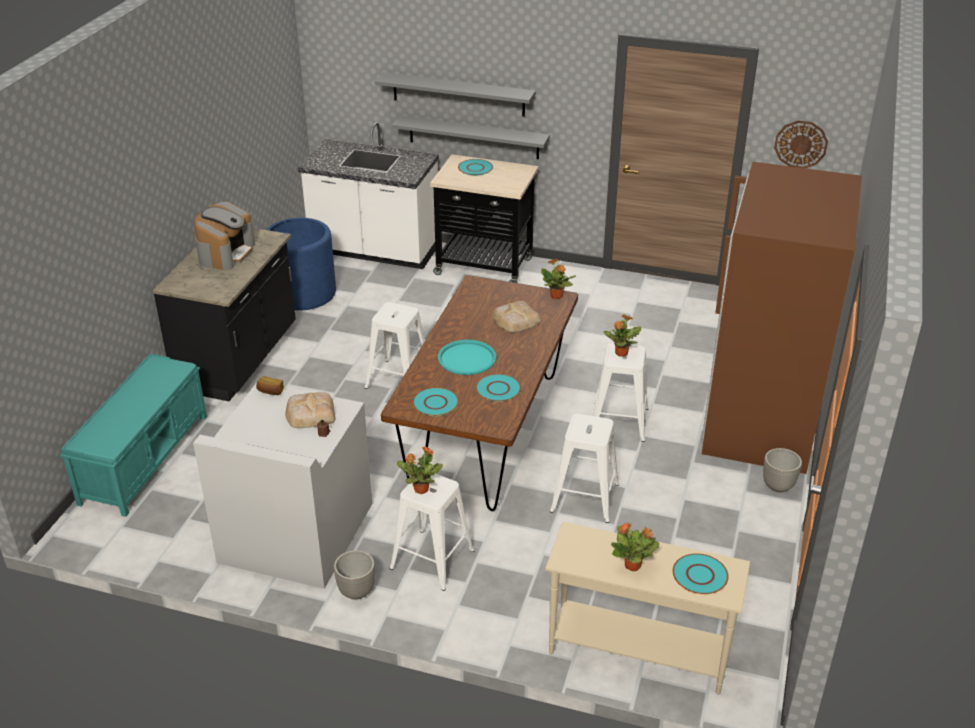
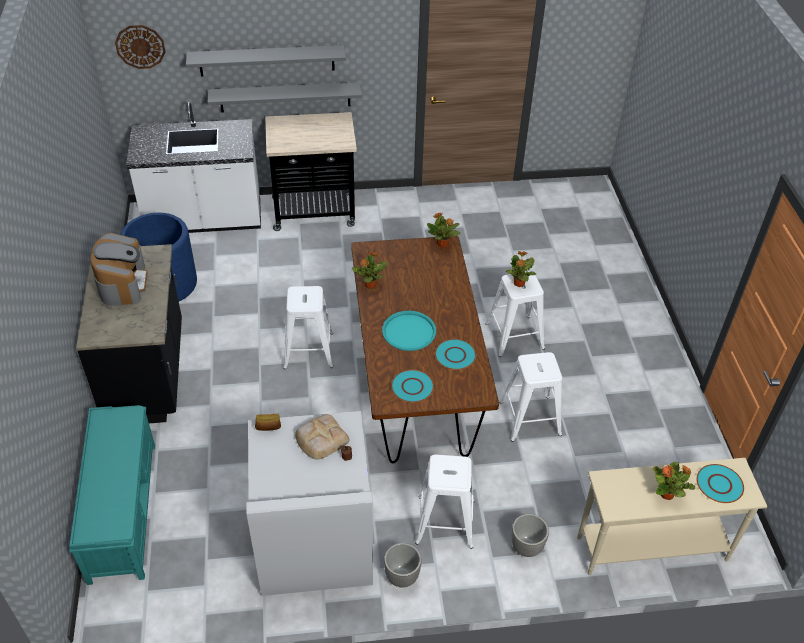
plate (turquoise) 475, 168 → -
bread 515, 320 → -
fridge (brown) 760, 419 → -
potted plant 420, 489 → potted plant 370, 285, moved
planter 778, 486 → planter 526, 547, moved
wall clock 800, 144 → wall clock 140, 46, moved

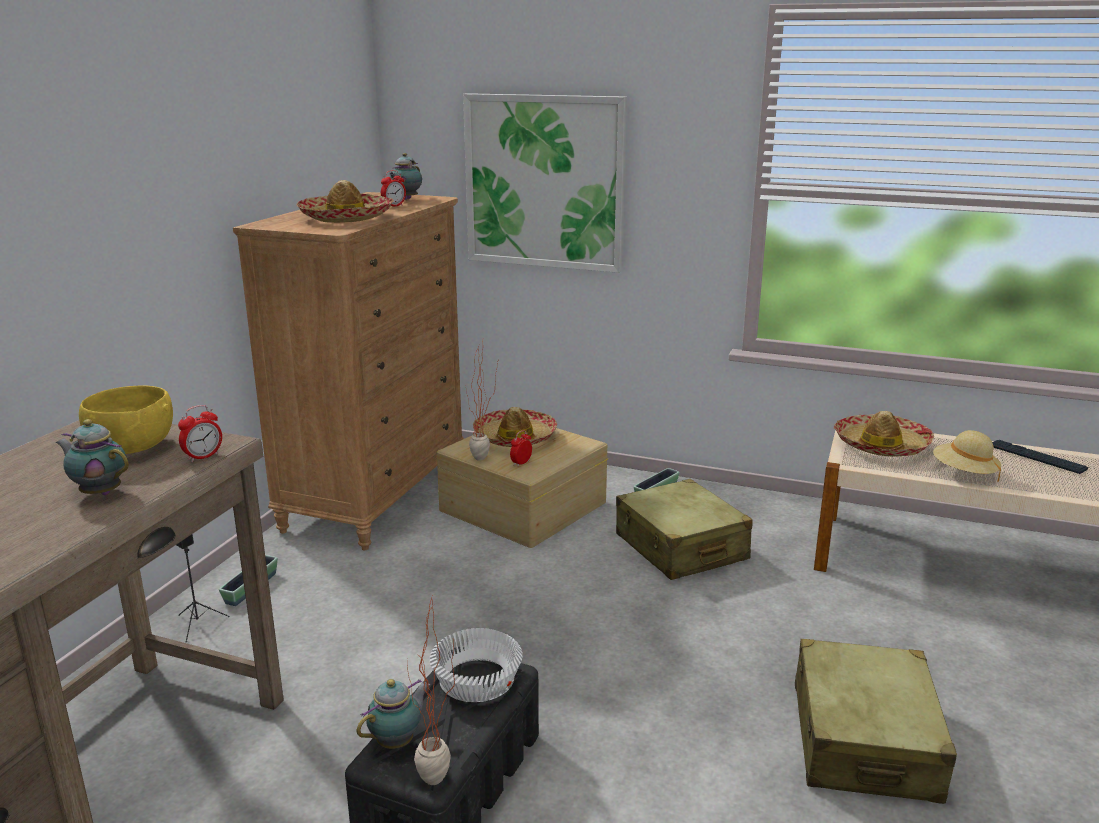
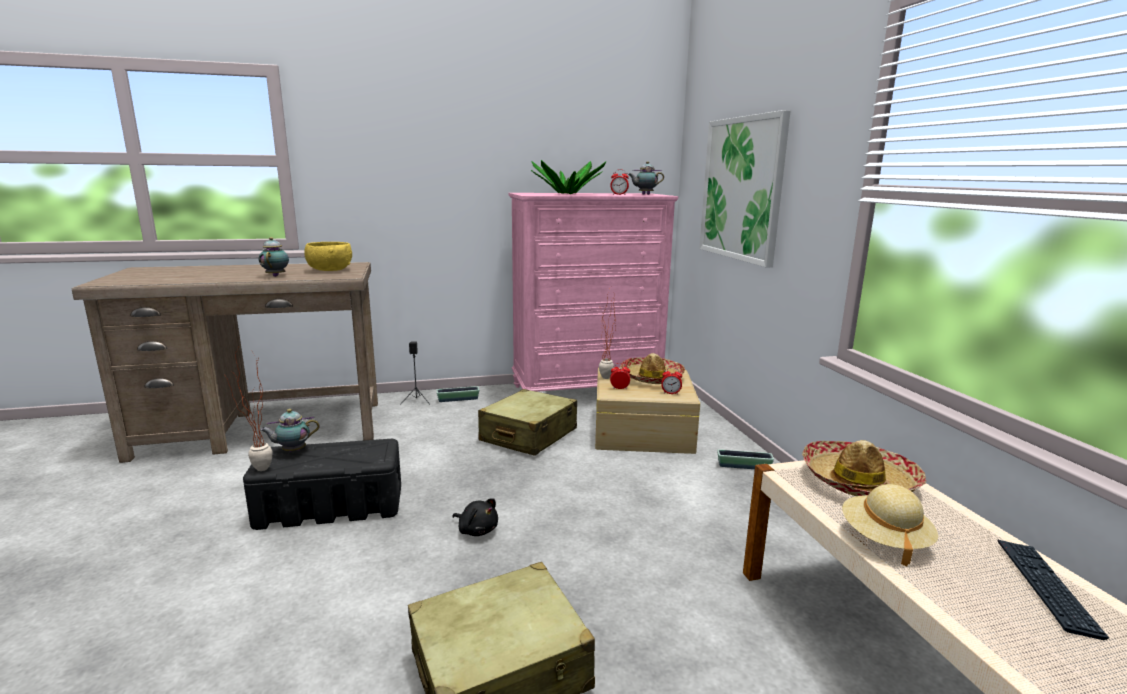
bowl (white) 477, 681 → -
- → plush toy (black) 477, 530
alarm clock 203, 457 → alarm clock 671, 393, moved
suitcase (beige) 680, 547 → suitcase (beige) 528, 436, moved
hat 346, 218 → potted plant 567, 194
dresser (brown) 376, 495 → dresser (pink) 587, 392
teapot 398, 741 → teapot 292, 451, 150 degrees clockwise

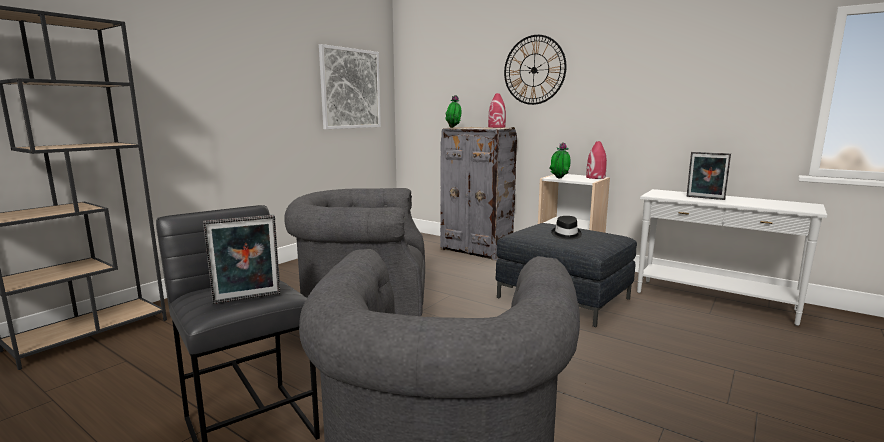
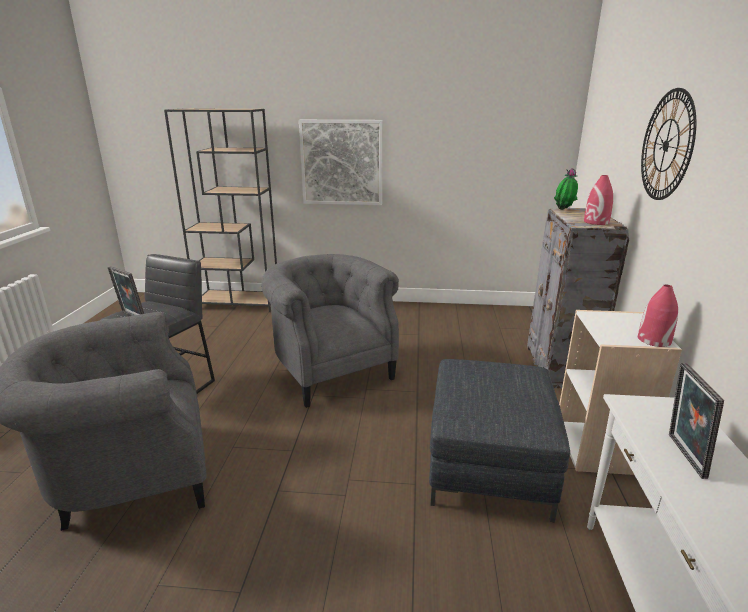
potted plant 559, 178 → -
hat (black) 566, 234 → -
picture 350, 88 → picture 341, 163, moved

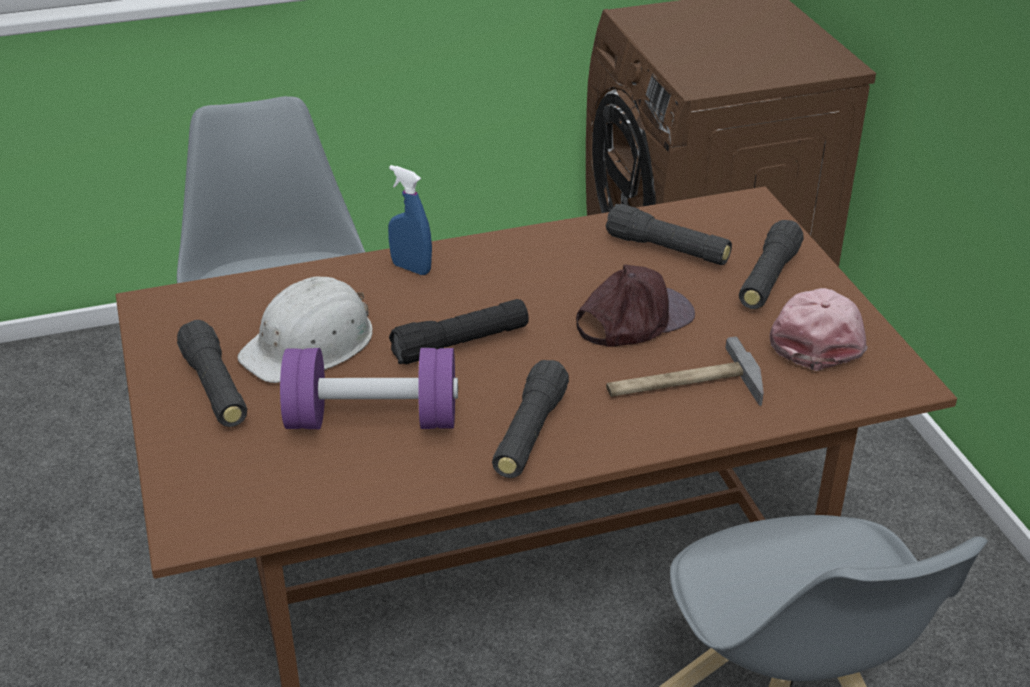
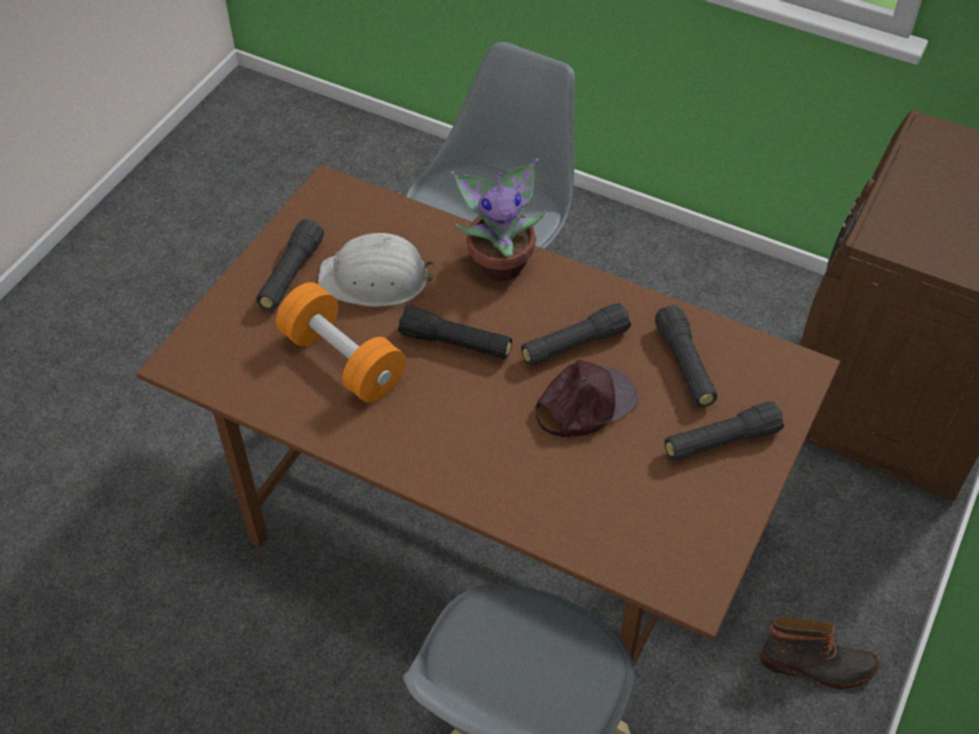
hammer 683, 386 → -
cap (pink) 817, 336 → -
- → boot 817, 666
flashlight (black) 529, 434 → flashlight (black) 574, 345, moved
spray bottle (blue) 411, 268 → potted plant 500, 261
dumbbell (purple) 372, 419 → dumbbell (orange) 343, 360
cap (brown) 633, 318 → cap (brown) 585, 404, 45 degrees counterclockwise

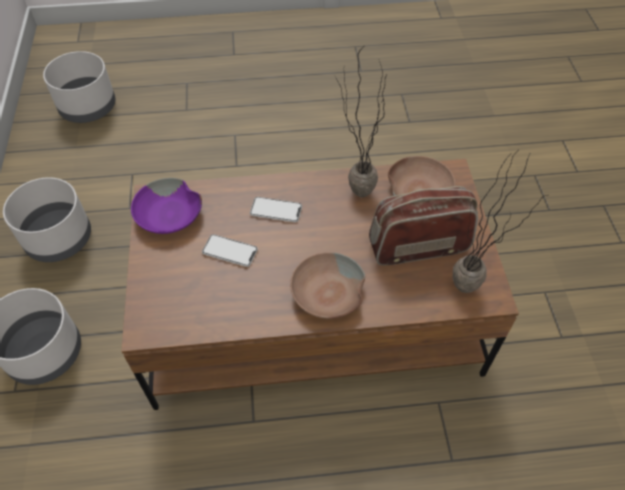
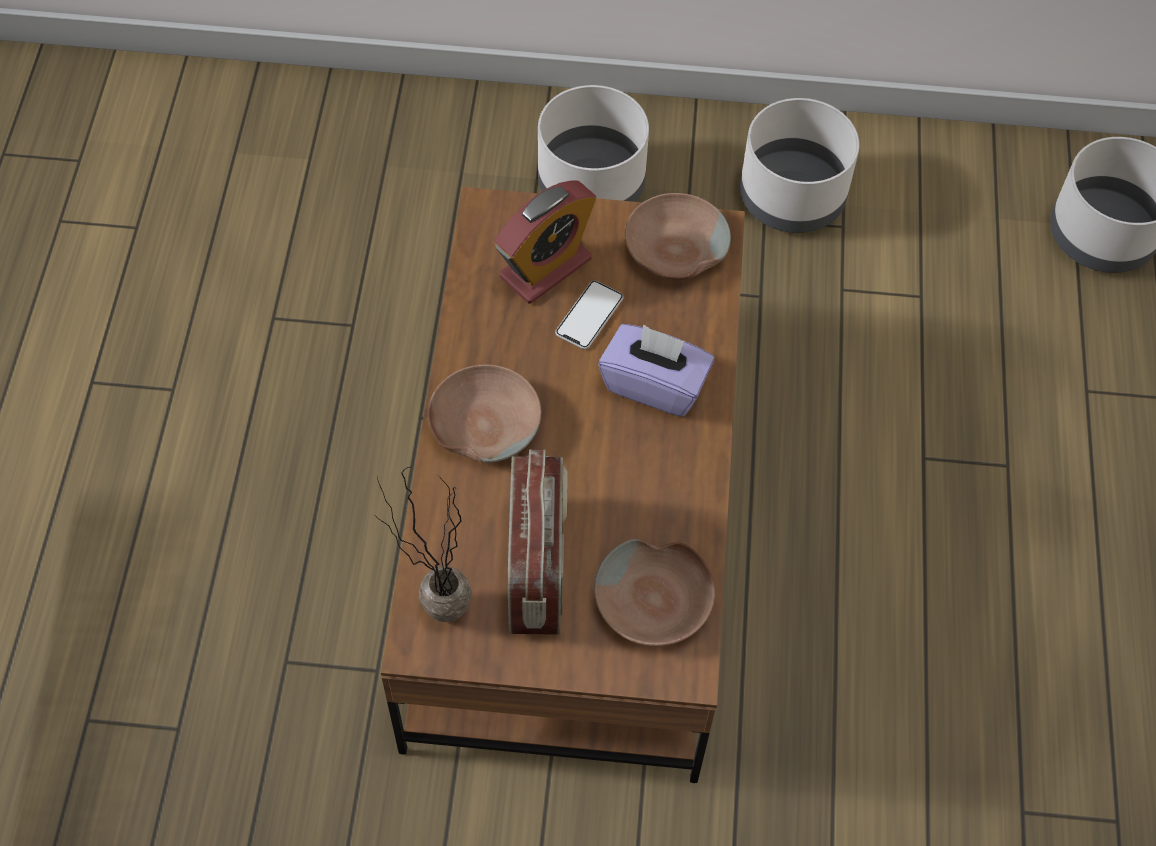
potted plant 352, 191 → -
- → alarm clock 545, 268
phone 276, 210 → tissue box (purple) 654, 385
bowl (purple) 169, 215 → bowl (brown) 673, 249

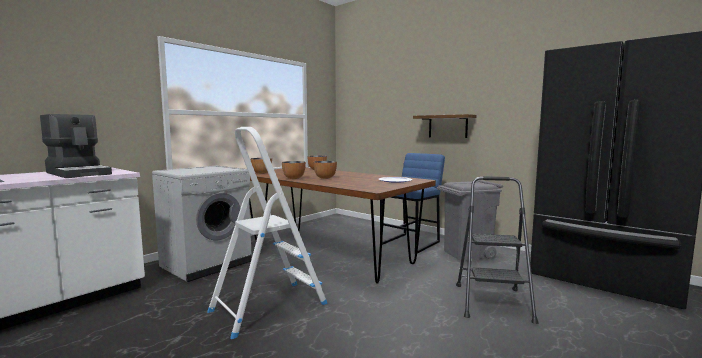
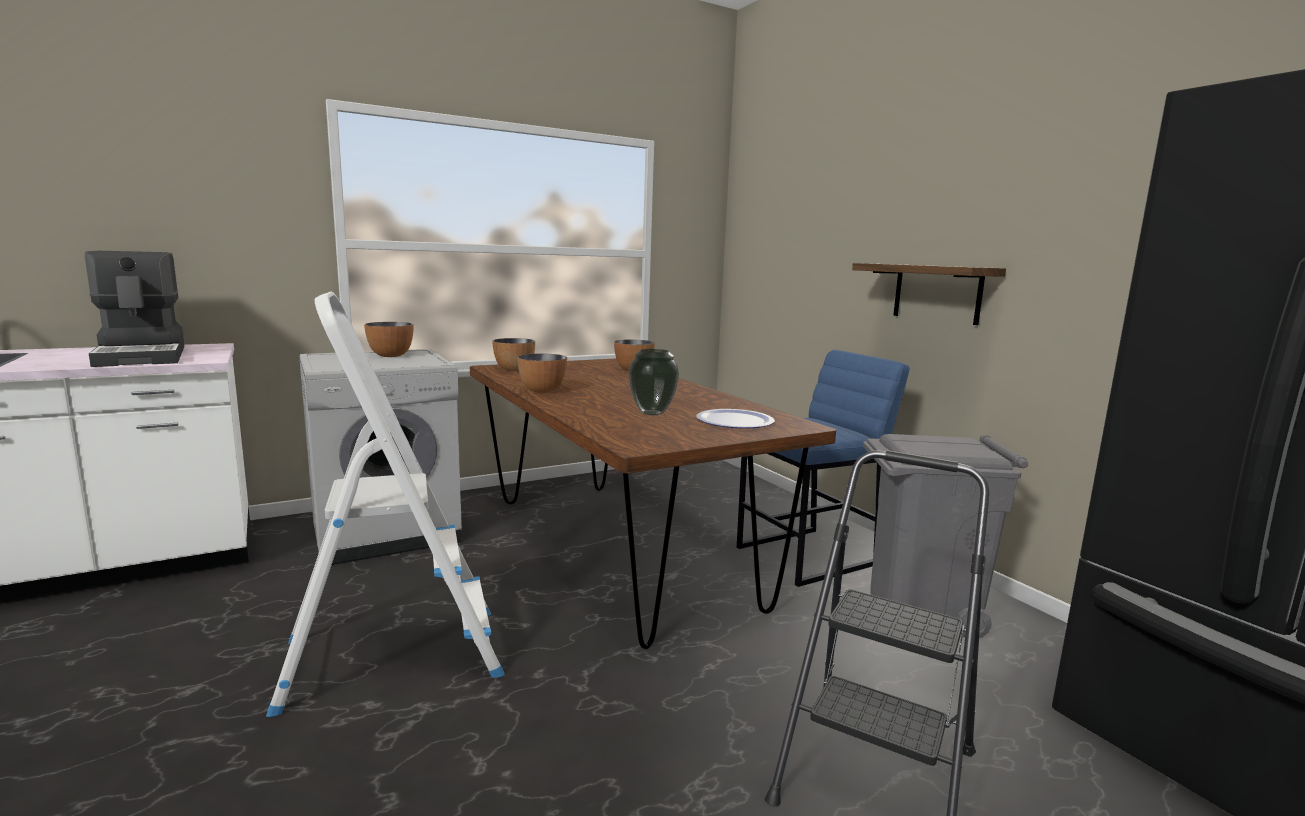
- → vase 651, 413
bowl 325, 178 → bowl 391, 355, moved

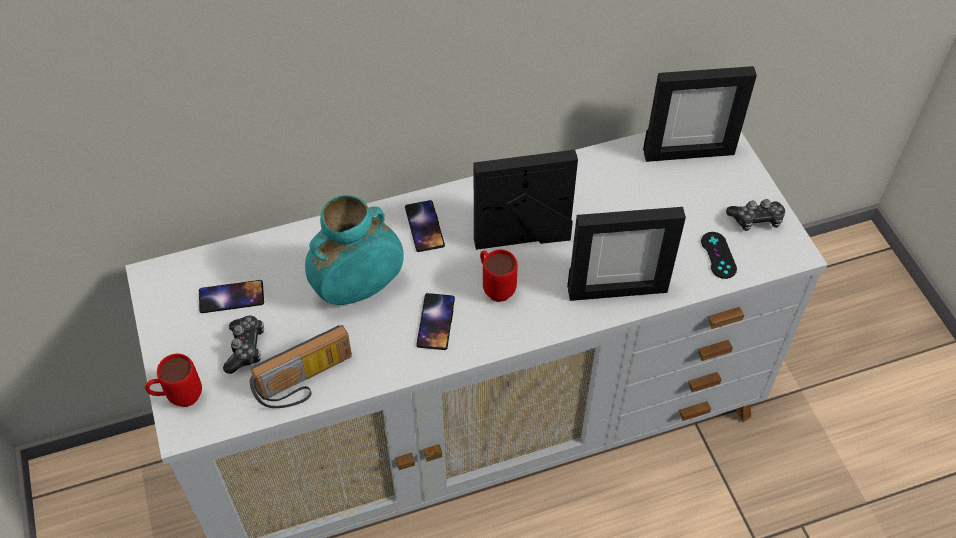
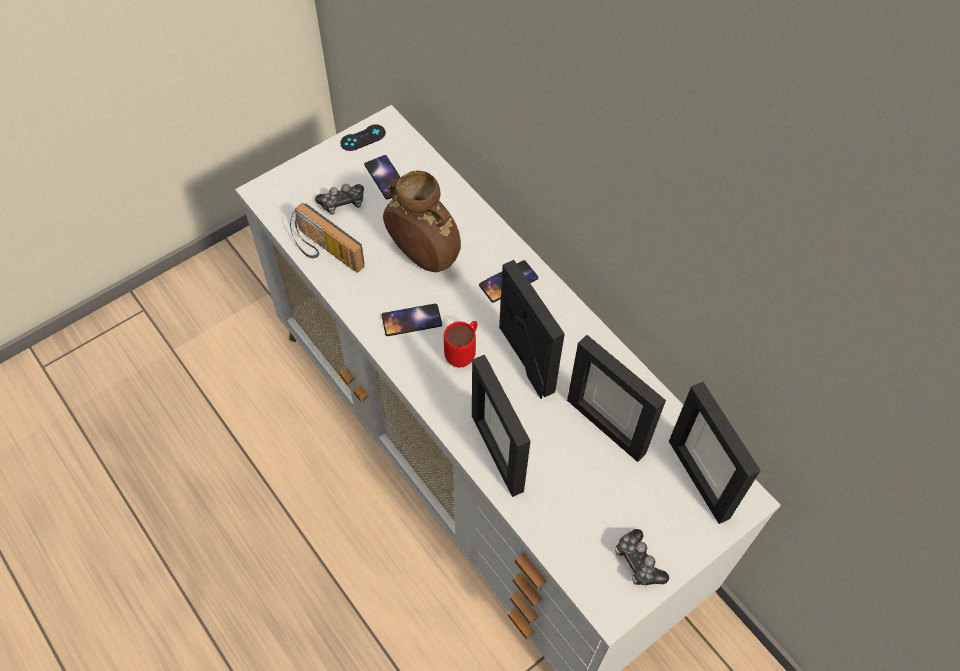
mug (red) 179, 398 → -
- → picture frame 607, 425
game controller (black) 718, 255 → game controller (black) 363, 138, moved
vase (turquoise) 358, 289 → vase (brown) 424, 256

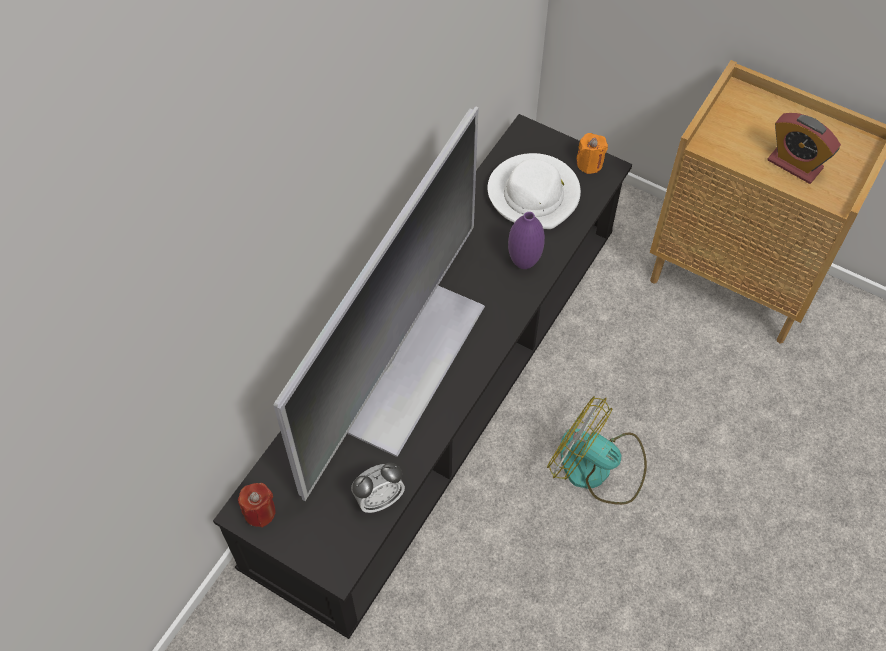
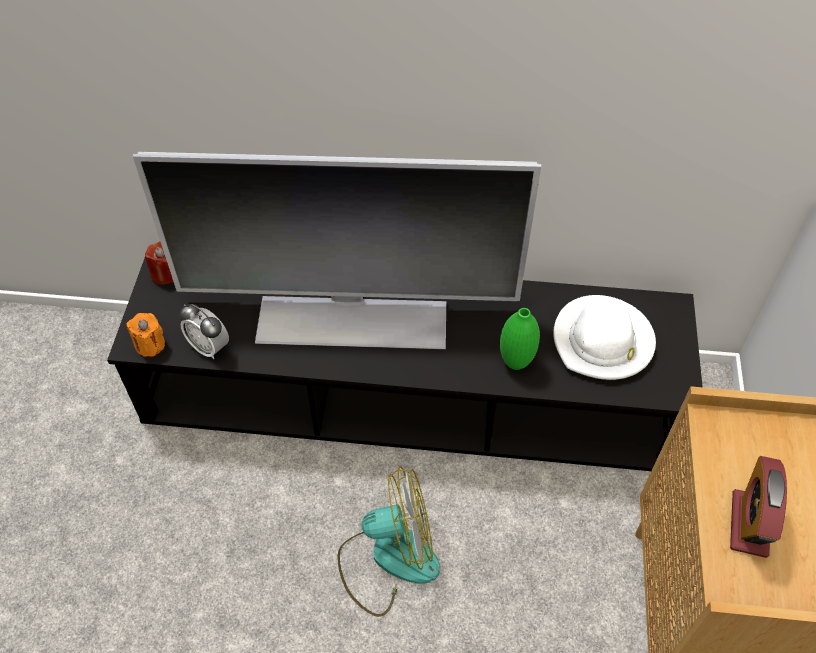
candle (orange) 589, 163 → candle (orange) 150, 345, moved
vase (purple) 524, 262 → vase (green) 515, 362
fan 597, 468 → fan 388, 558, 75 degrees clockwise

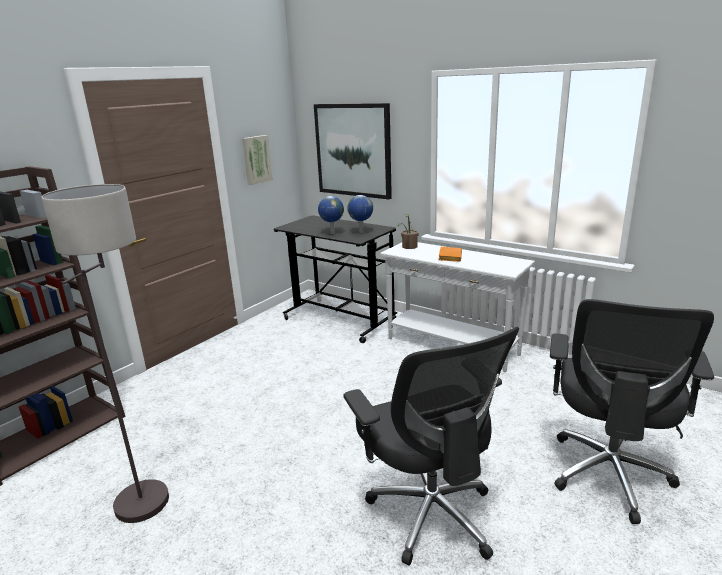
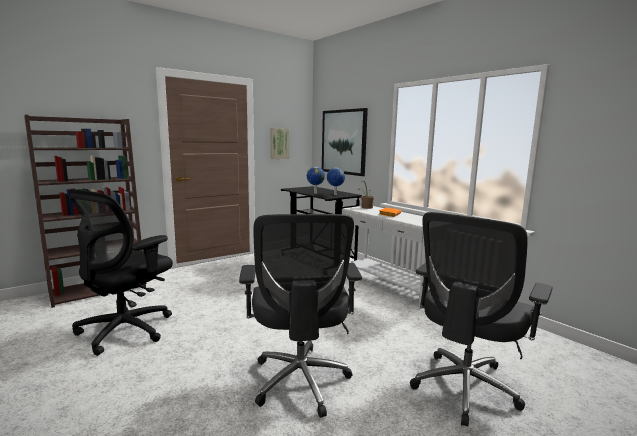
floor lamp (grey) 151, 491 → office chair (black) 129, 327

